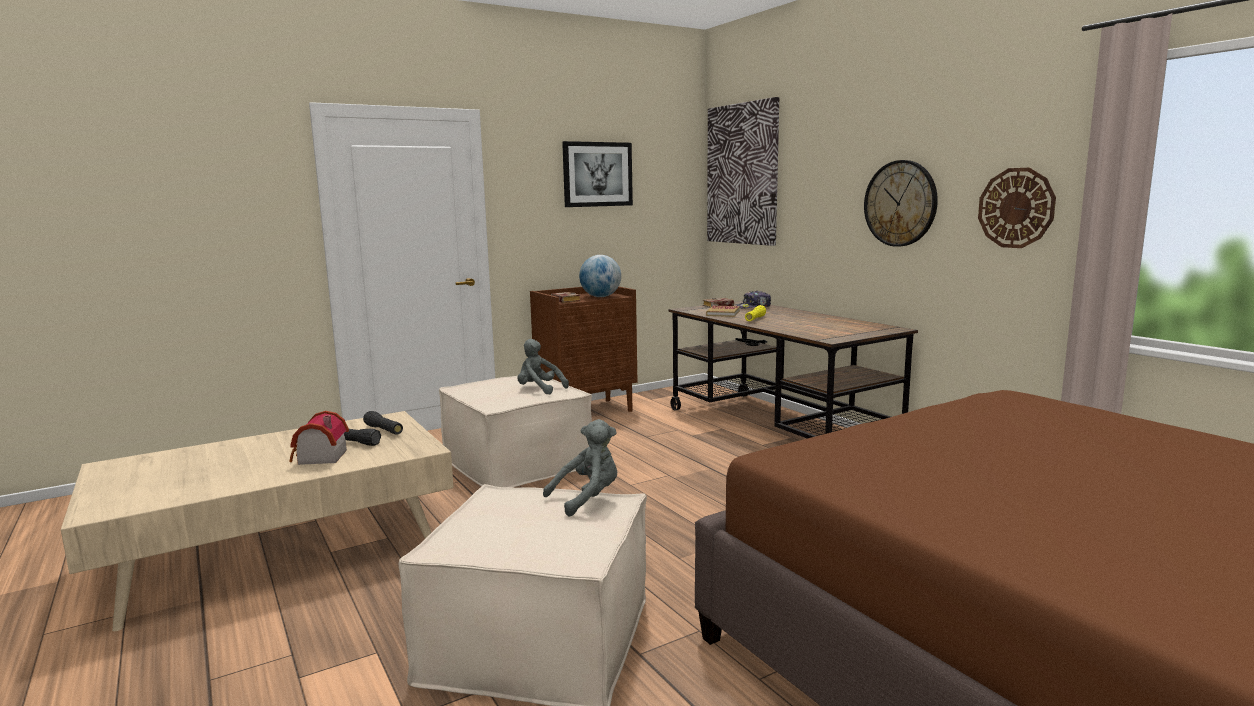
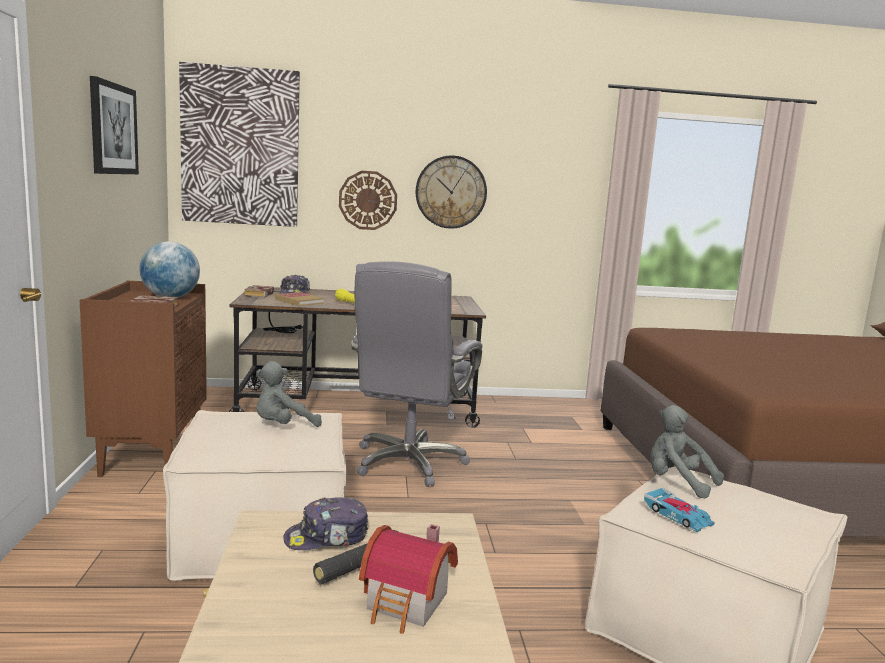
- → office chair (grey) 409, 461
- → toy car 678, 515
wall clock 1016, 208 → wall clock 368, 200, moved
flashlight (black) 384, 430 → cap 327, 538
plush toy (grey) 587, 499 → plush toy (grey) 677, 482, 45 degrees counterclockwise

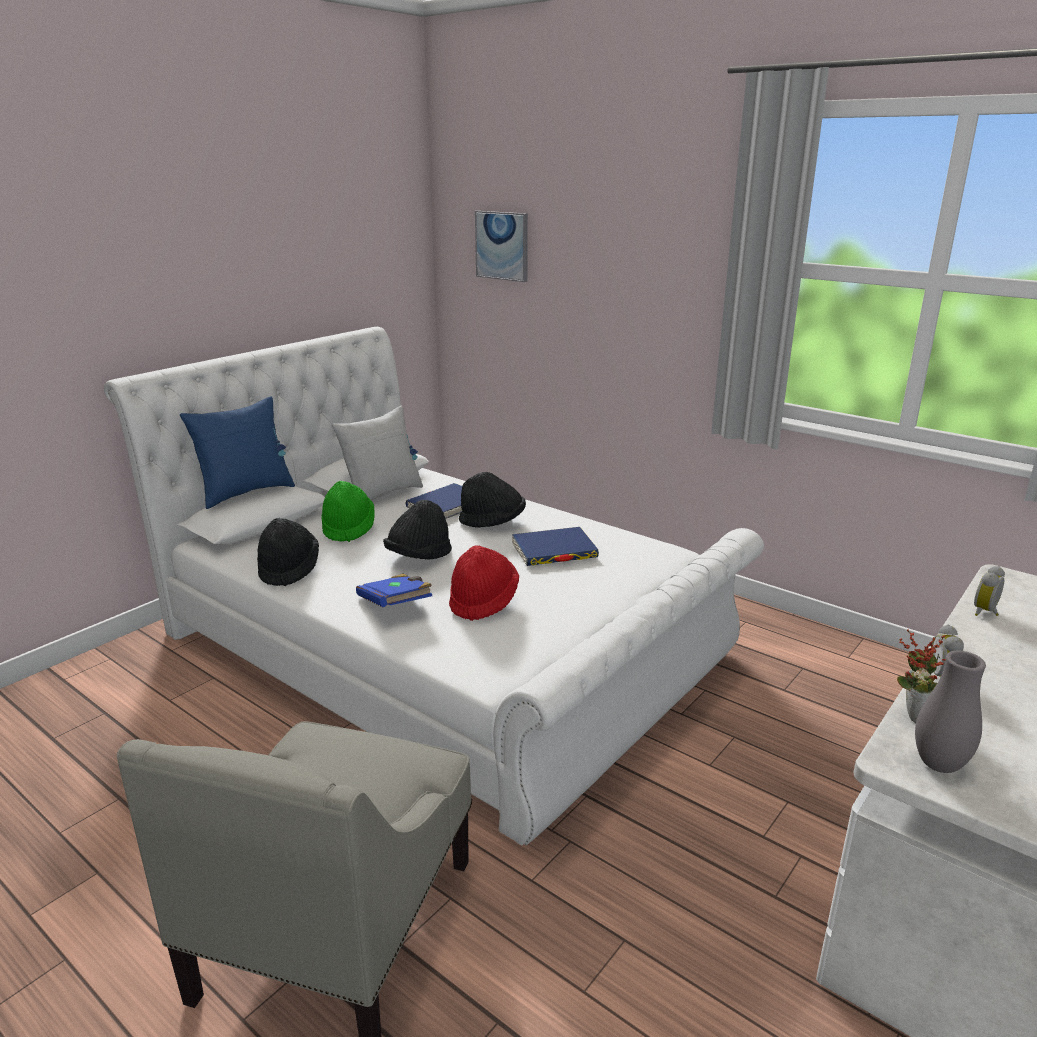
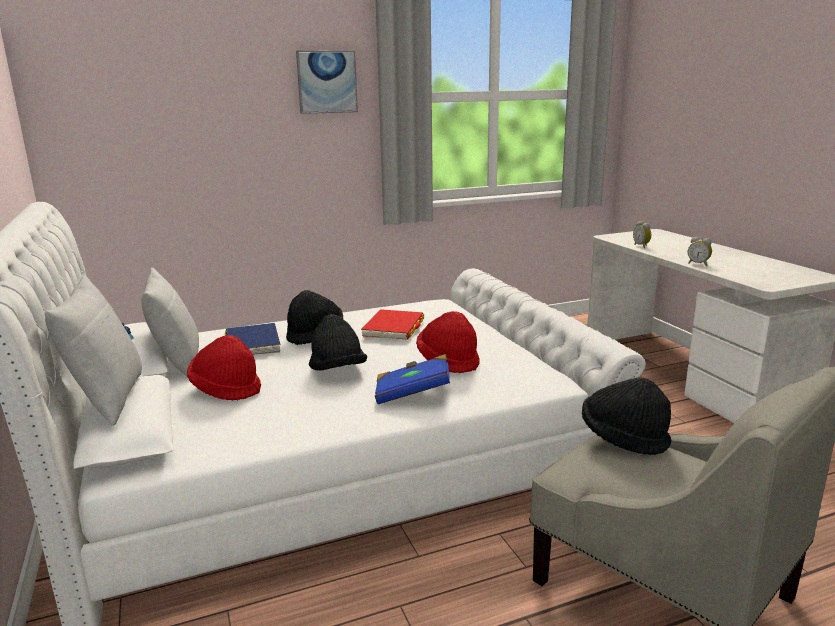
potted plant 910, 713 → -
vase (grey) 939, 764 → -
hat (black) 289, 569 → hat (black) 623, 438, moved
picture 502, 245 → picture 327, 82, moved
pillow (blue) 246, 494 → pillow (grey) 109, 400
hat (green) 348, 528 → hat (red) 226, 389
book (blue) 554, 551 → book (red) 393, 328

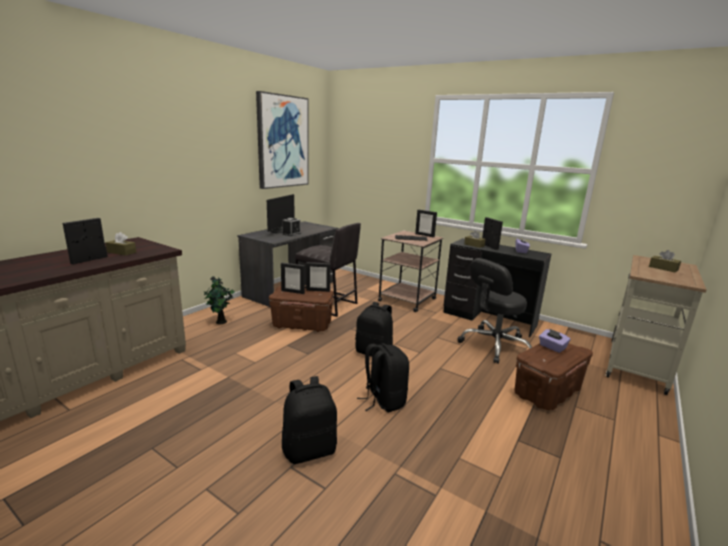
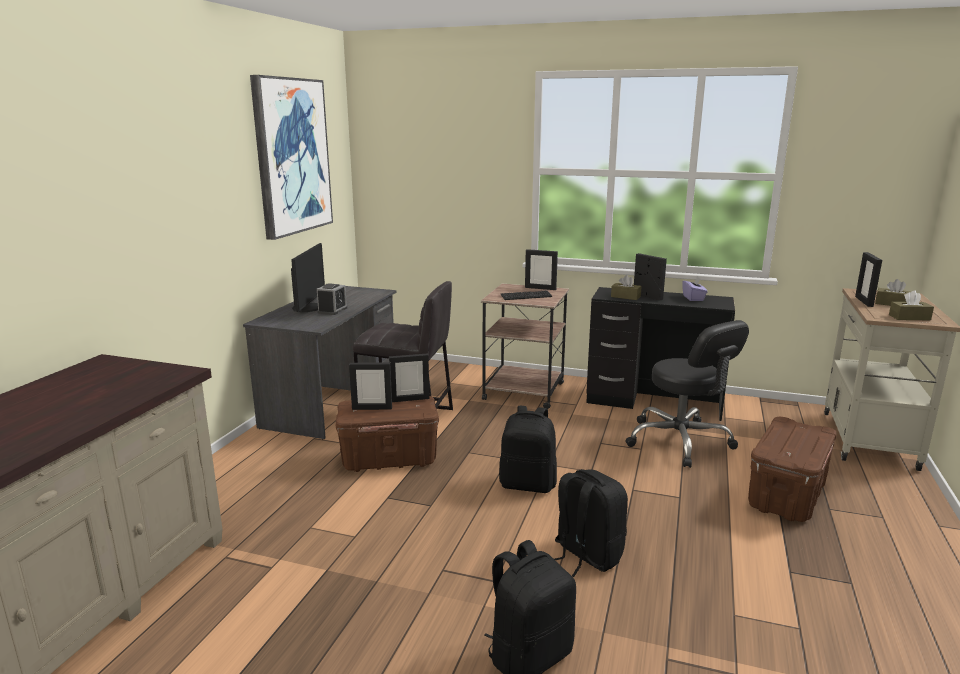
potted plant 221, 322 → -
tissue box (purple) 552, 347 → -
picture frame 89, 260 → picture frame 864, 301, moved
tissue box (brown) 121, 252 → tissue box (brown) 909, 317, moved
office chair (black) 493, 346 → office chair (black) 682, 443, 75 degrees counterclockwise

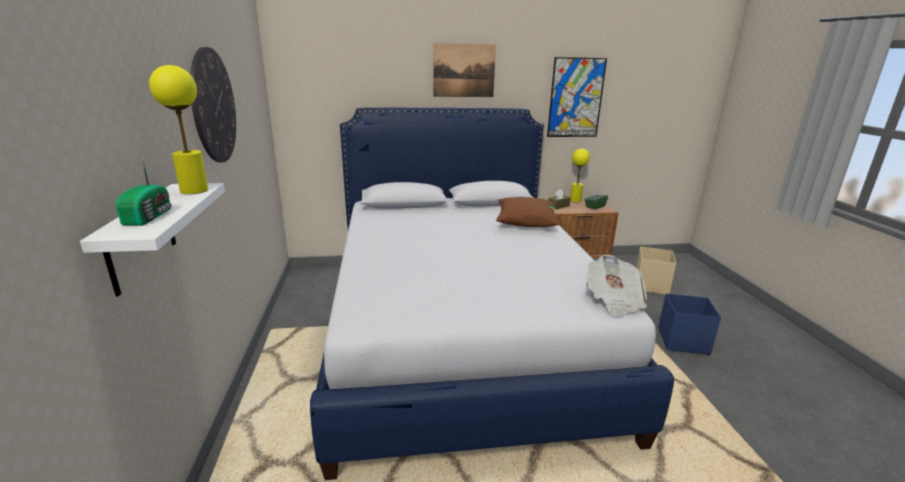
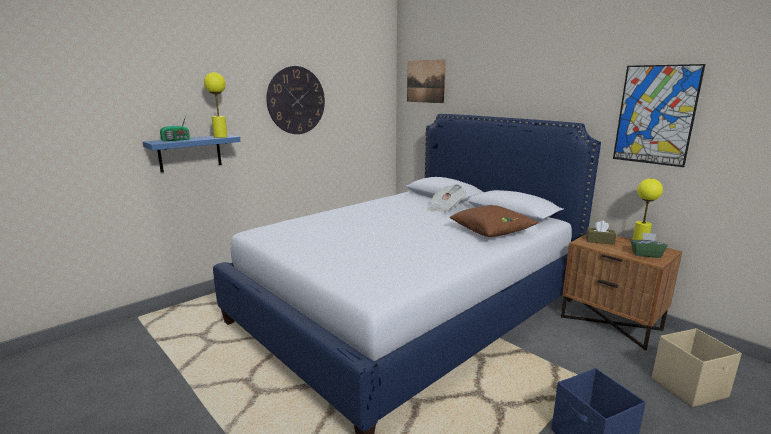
picture 464, 71 → picture 425, 81, moved
newspaper 614, 300 → newspaper 445, 208, moved
shelf (white) 141, 237 → shelf (blue) 190, 153

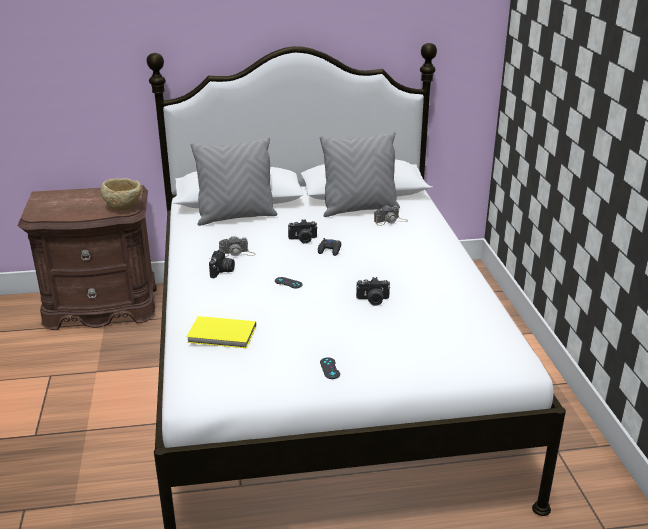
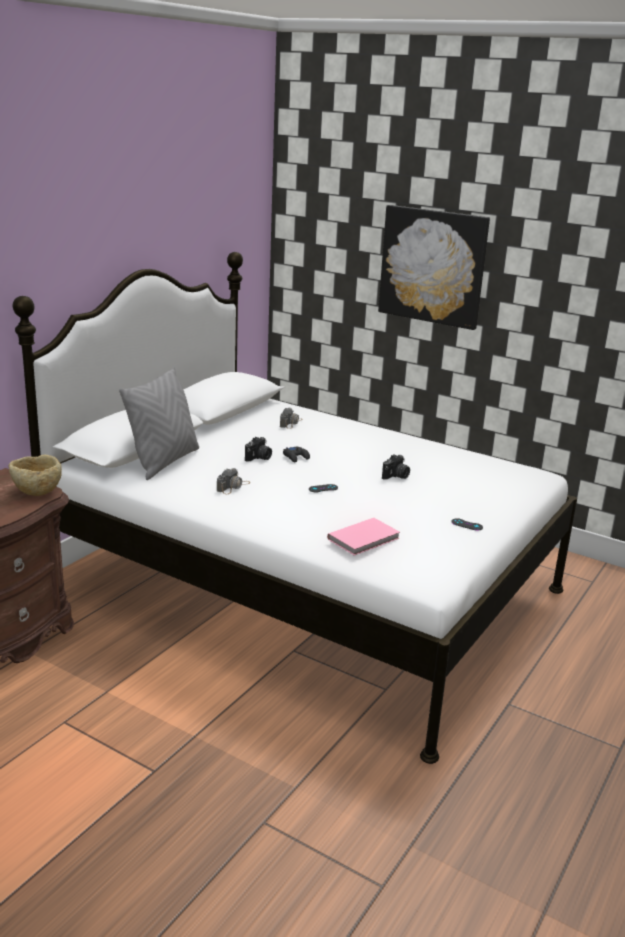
photo camera 222, 271 → -
pillow (grey) 359, 209 → -
- → picture 433, 266
book (yellow) 222, 335 → book (pink) 365, 539

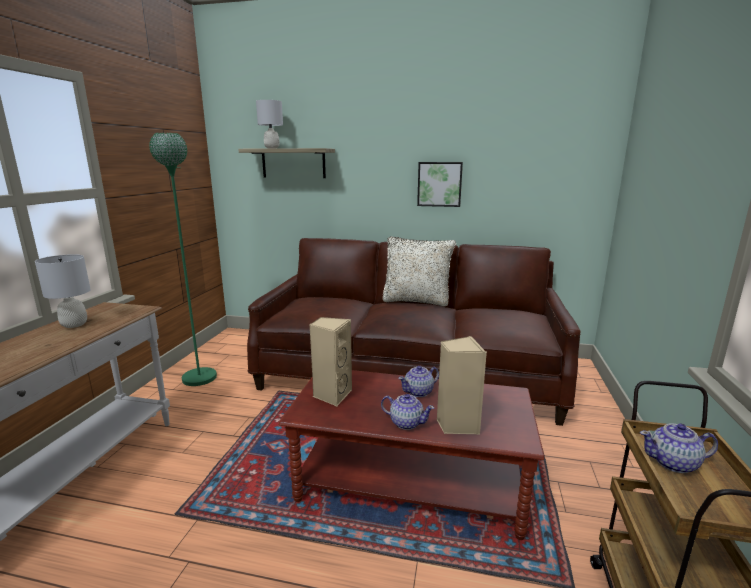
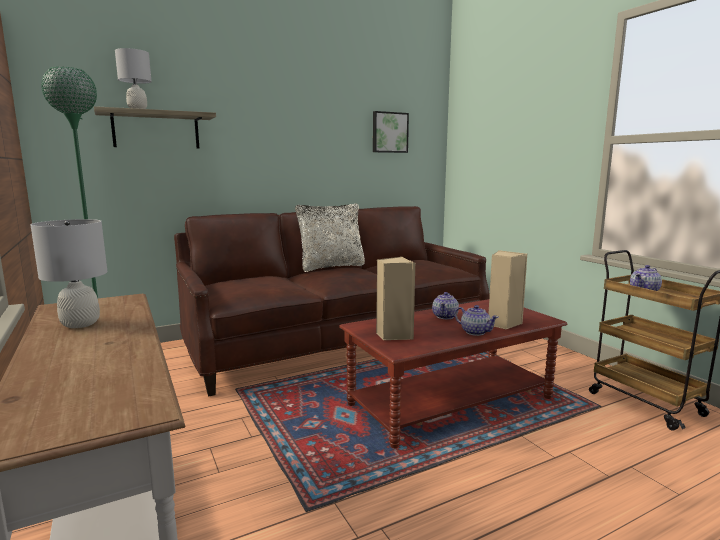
picture 439, 184 → picture 389, 132, moved
teapot 406, 423 → teapot 475, 332, 60 degrees clockwise

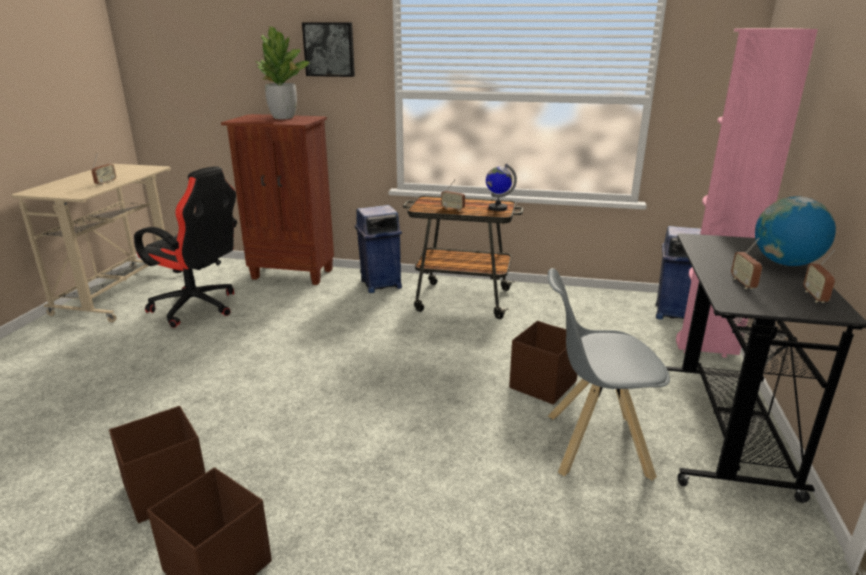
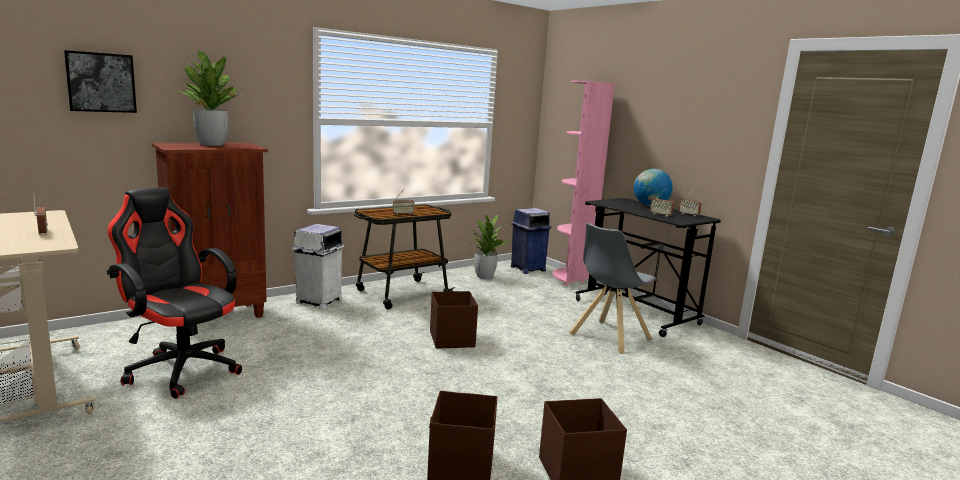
globe 497, 208 → -
- → potted plant 484, 276
picture 329, 49 → picture 101, 82, moved
storage box (brown) 542, 385 → storage box (brown) 451, 339, moved
trash can (blue) 380, 284 → trash can (white) 318, 301
office chair (black) 199, 309 → office chair (black) 181, 368, 120 degrees counterclockwise

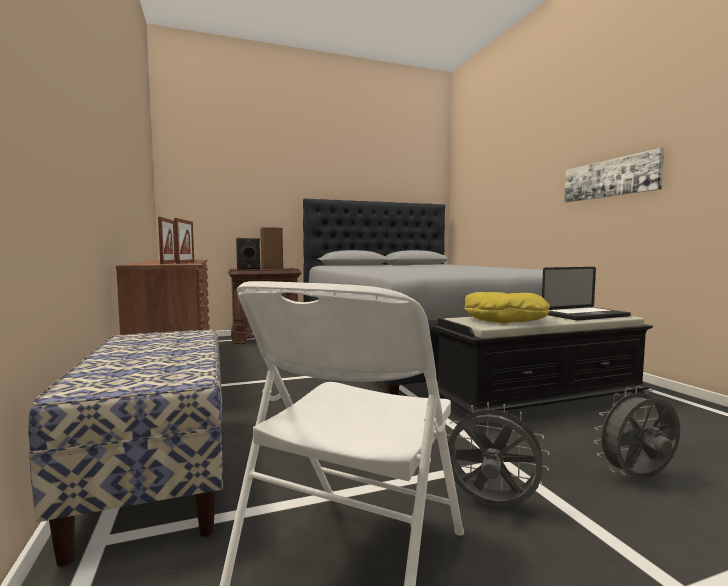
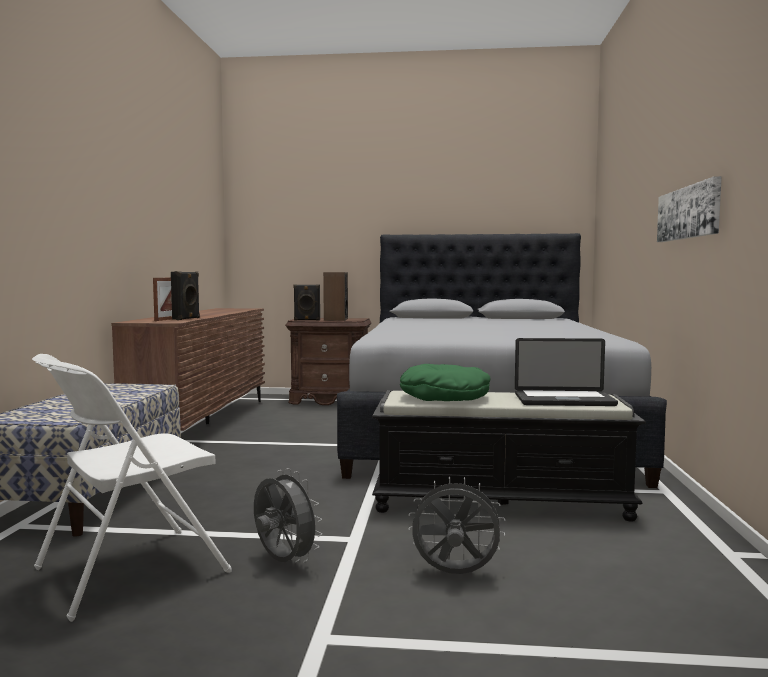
picture frame 185, 263 → speaker (black) 187, 319
pillow (yellow) 504, 319 → pillow (green) 445, 397

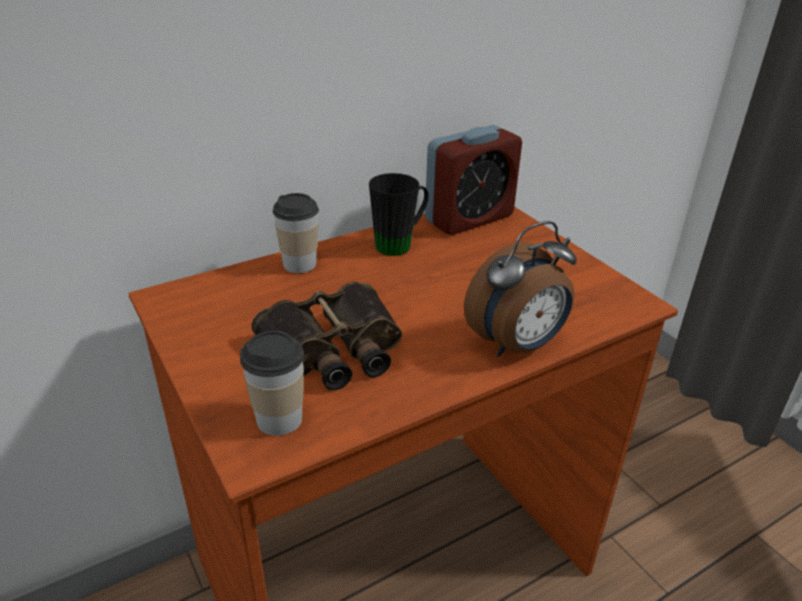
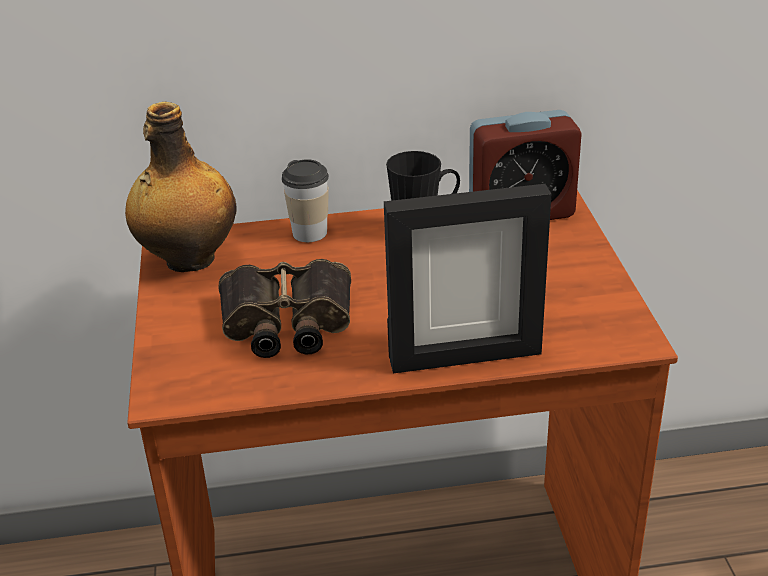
cup 279, 419 → -
- → bottle 188, 260
alarm clock 517, 345 → picture frame 465, 355

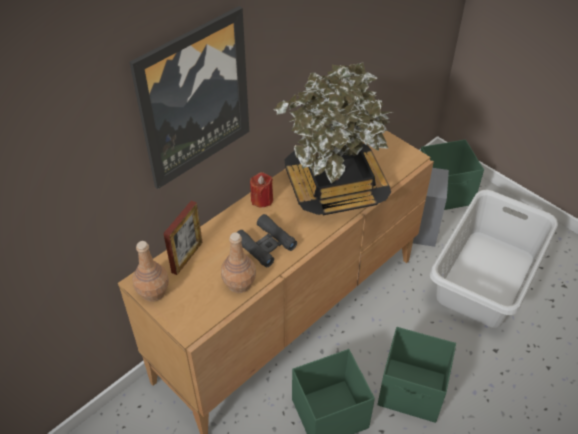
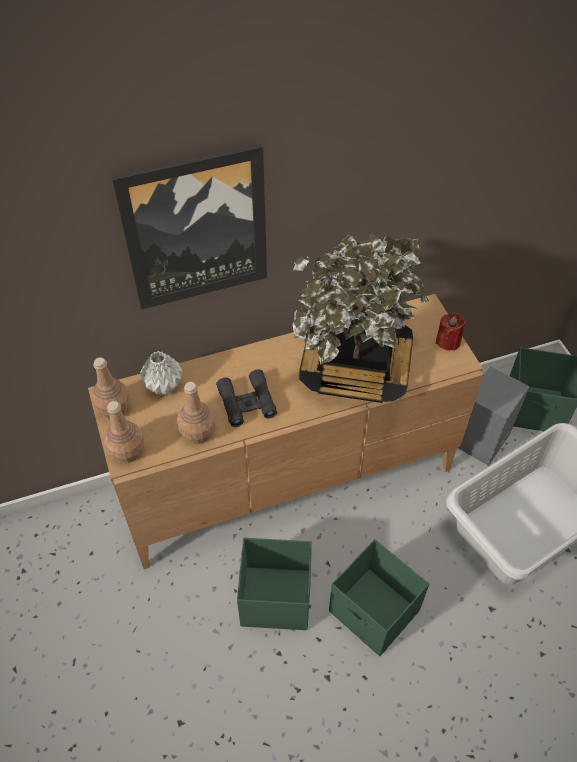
- → bottle (brown) 128, 452
candle (red) 262, 199 → candle (red) 448, 341, moved
picture frame 187, 257 → vase (grey) 164, 386

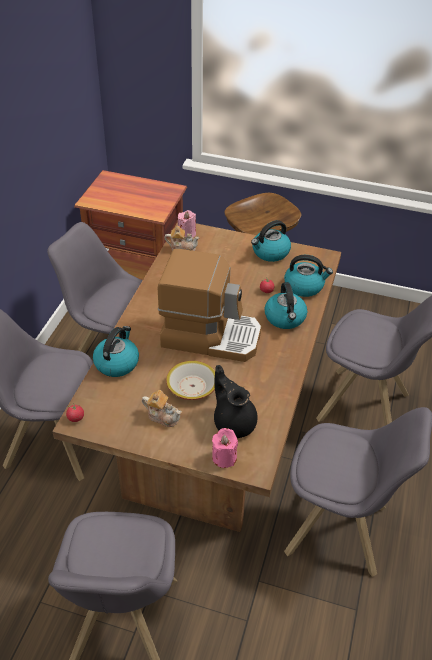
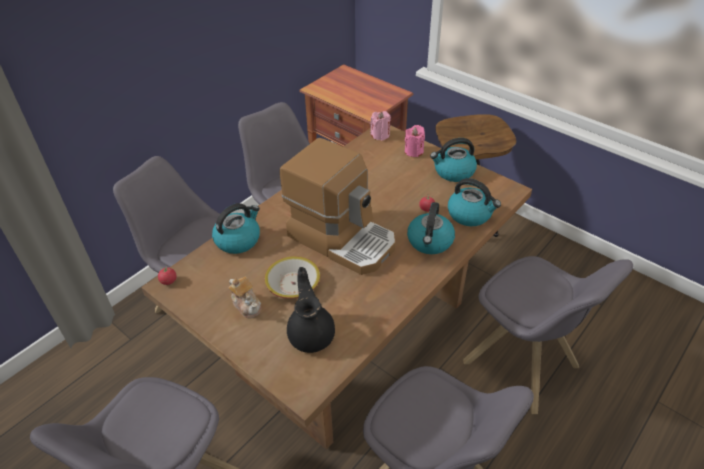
teapot 182, 248 → -
candle (pink) 224, 457 → candle (pink) 414, 151, moved

